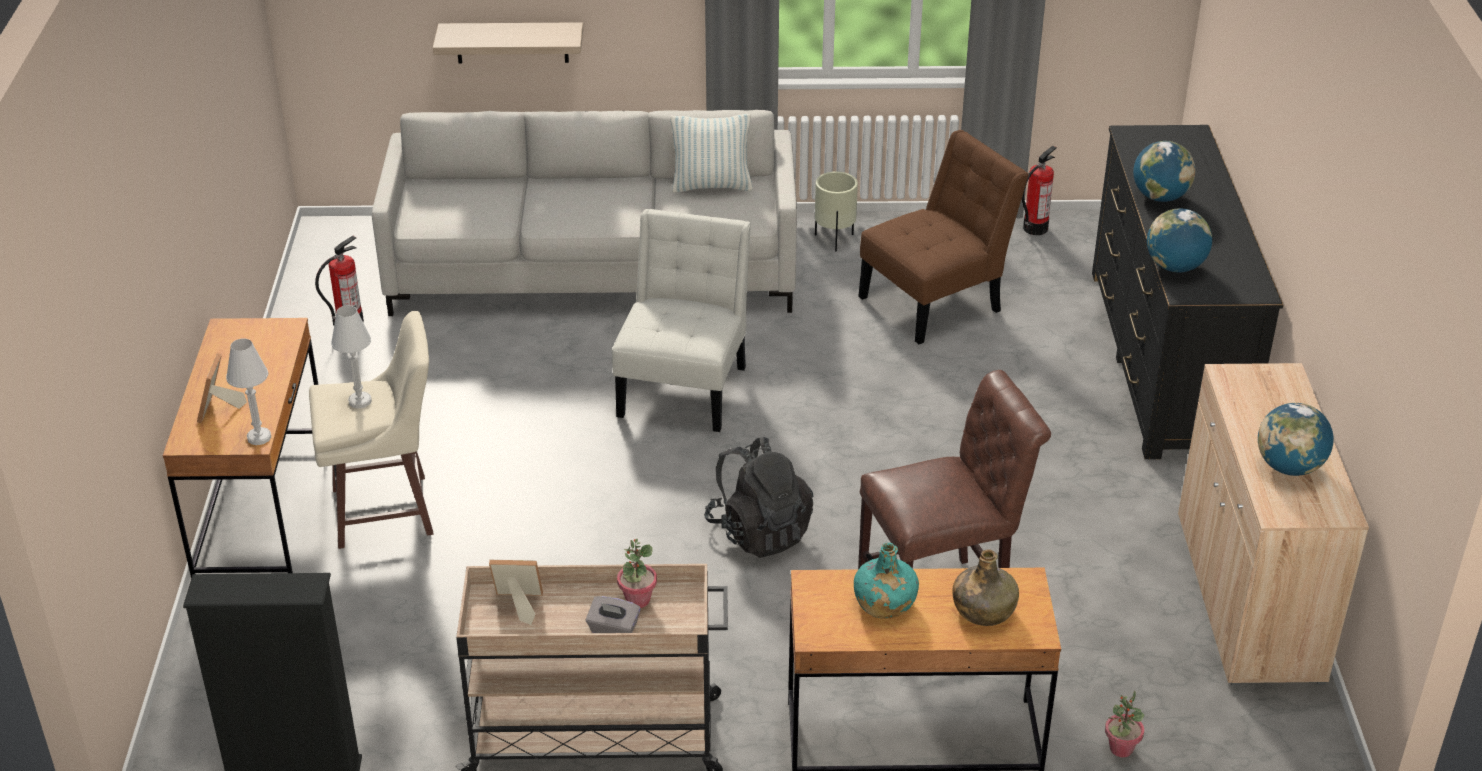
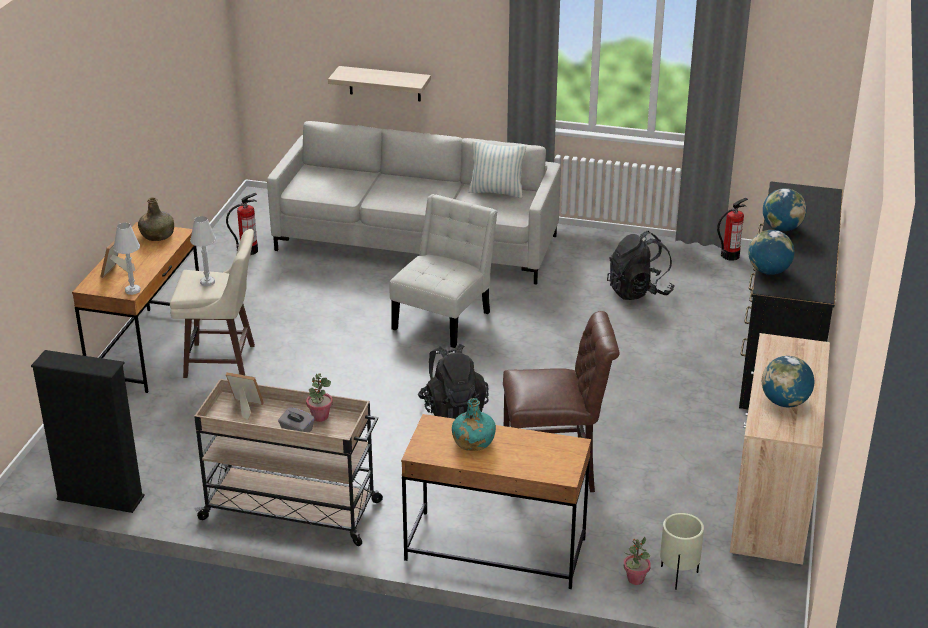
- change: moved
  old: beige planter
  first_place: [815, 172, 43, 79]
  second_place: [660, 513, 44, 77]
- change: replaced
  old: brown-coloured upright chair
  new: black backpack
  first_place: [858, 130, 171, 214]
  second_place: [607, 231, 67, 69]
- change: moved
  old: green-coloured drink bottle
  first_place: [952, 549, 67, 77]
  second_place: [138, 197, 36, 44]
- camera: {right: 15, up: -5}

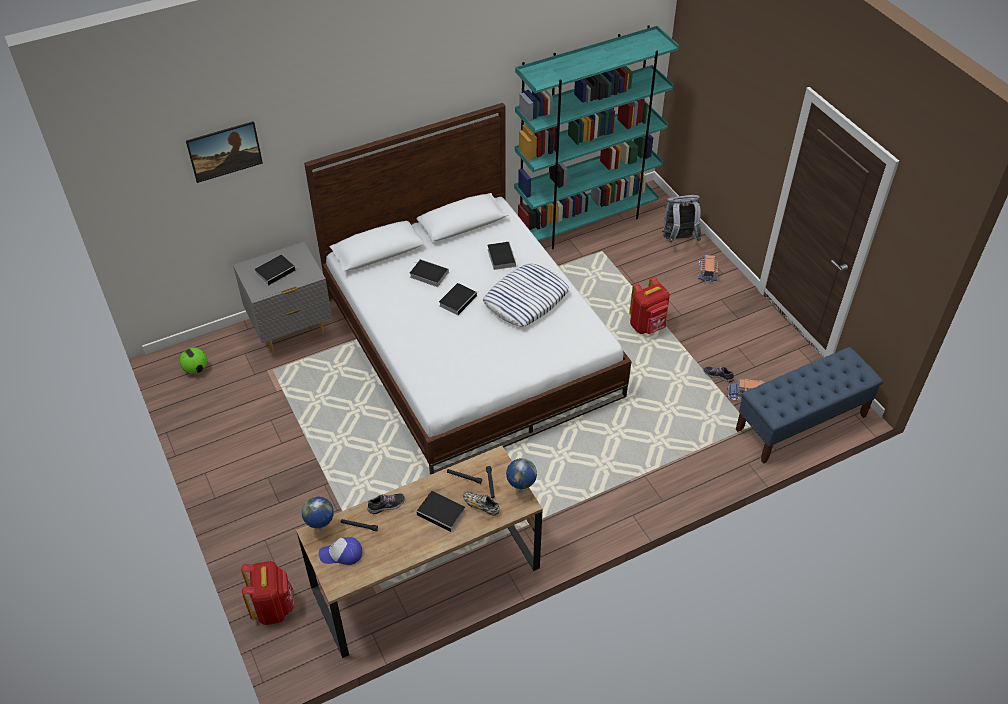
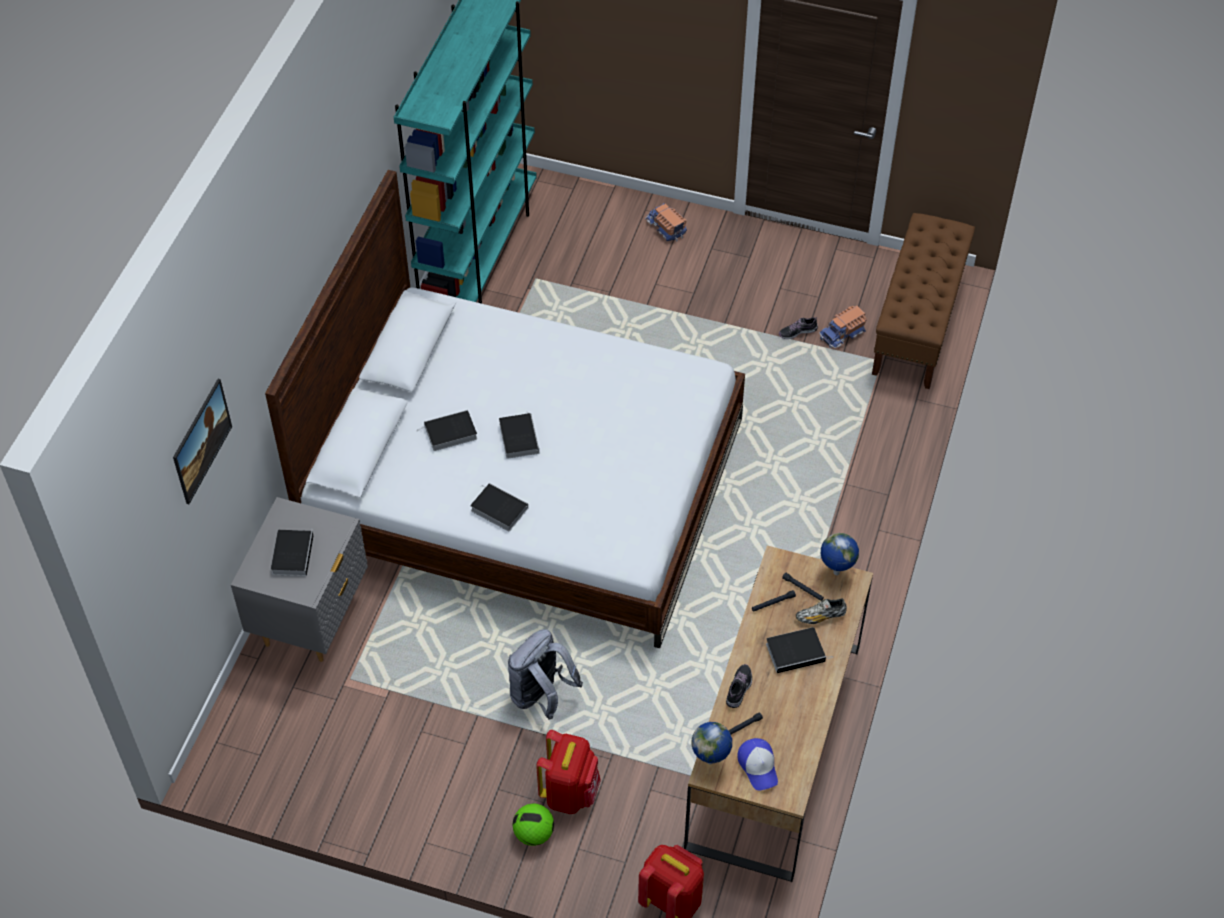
- change: moved
  old: football
  first_place: [180, 348, 27, 26]
  second_place: [513, 803, 41, 43]
- change: turned
  old: peaked cap
  first_place: [319, 537, 43, 28]
  second_place: [737, 738, 41, 53]
  degrees: -60
- change: removed
  old: pillow
  first_place: [483, 263, 86, 63]
- change: moved
  old: bound book
  first_place: [487, 242, 29, 28]
  second_place: [470, 483, 58, 48]
- change: moved
  old: reddish backpack
  first_place: [629, 277, 41, 57]
  second_place: [536, 730, 65, 84]
- change: moved
  old: greyish backpack
  first_place: [662, 195, 39, 48]
  second_place: [508, 629, 75, 91]
- change: recoloured
  old: blue-coloured long seat
  new: brown-coloured long seat
  first_place: [736, 347, 147, 117]
  second_place: [872, 213, 103, 176]
- camera: {right: -45, up: 5}

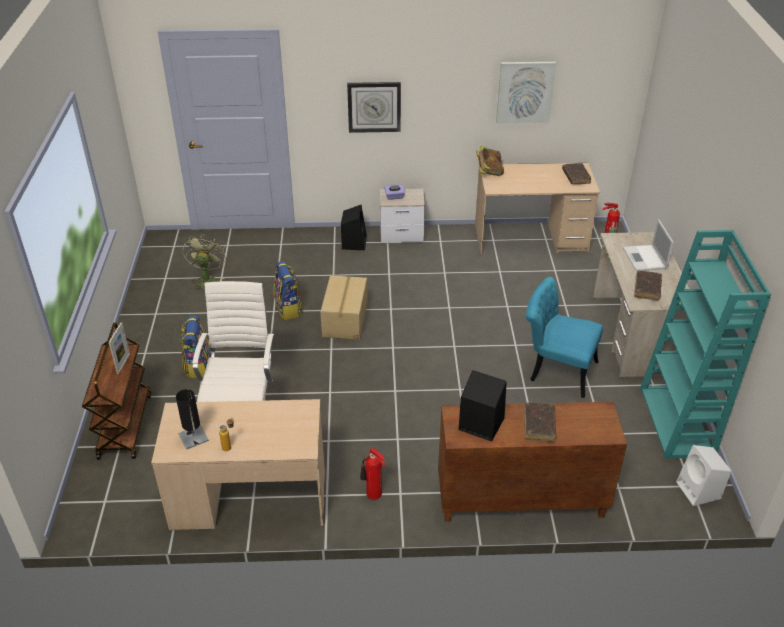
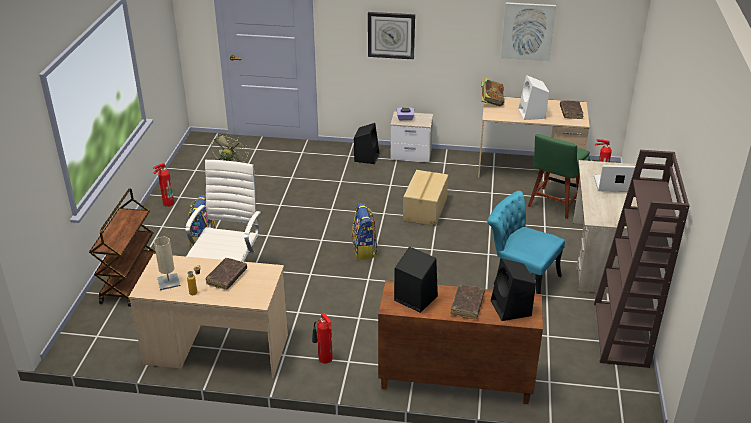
- change: removed
  old: standing frame
  first_place: [109, 322, 21, 52]
- change: recoloured
  old: black tabletop lamp
  new: beige tabletop lamp
  first_place: [176, 389, 33, 61]
  second_place: [154, 237, 27, 53]
- change: moved
  old: backpack
  first_place: [273, 261, 30, 59]
  second_place: [352, 203, 26, 57]
- change: moved
  old: carton
  first_place: [320, 275, 48, 65]
  second_place: [403, 170, 45, 56]
- change: turned
  old: laptop
  first_place: [623, 219, 51, 52]
  second_place: [594, 165, 41, 27]
  degrees: 90
- change: moved
  old: brown-coloured bound book
  first_place: [634, 271, 28, 29]
  second_place: [205, 258, 42, 32]
- change: recoloured
  old: turquoise-coloured bookcase
  new: brown-coloured bookcase
  first_place: [640, 230, 131, 229]
  second_place: [594, 150, 96, 218]
- change: moved
  old: white audio speaker
  first_place: [676, 445, 55, 61]
  second_place: [518, 75, 31, 45]
- change: added
  new: extinguisher
  second_place: [153, 163, 21, 44]
- change: added
  new: black audio speaker
  second_place: [491, 258, 45, 63]
- change: added
  new: green-coloured upright chair
  second_place: [528, 134, 62, 85]
- camera: {right: 10, up: -5}

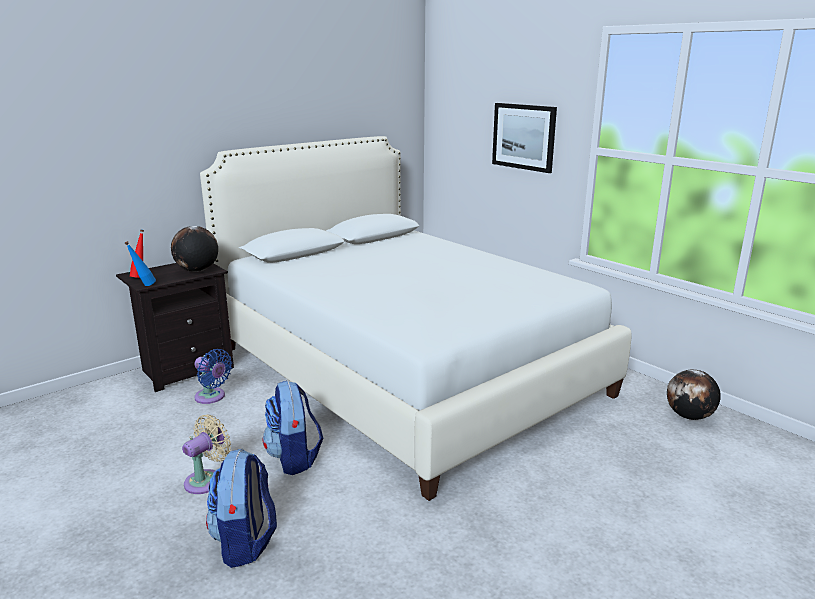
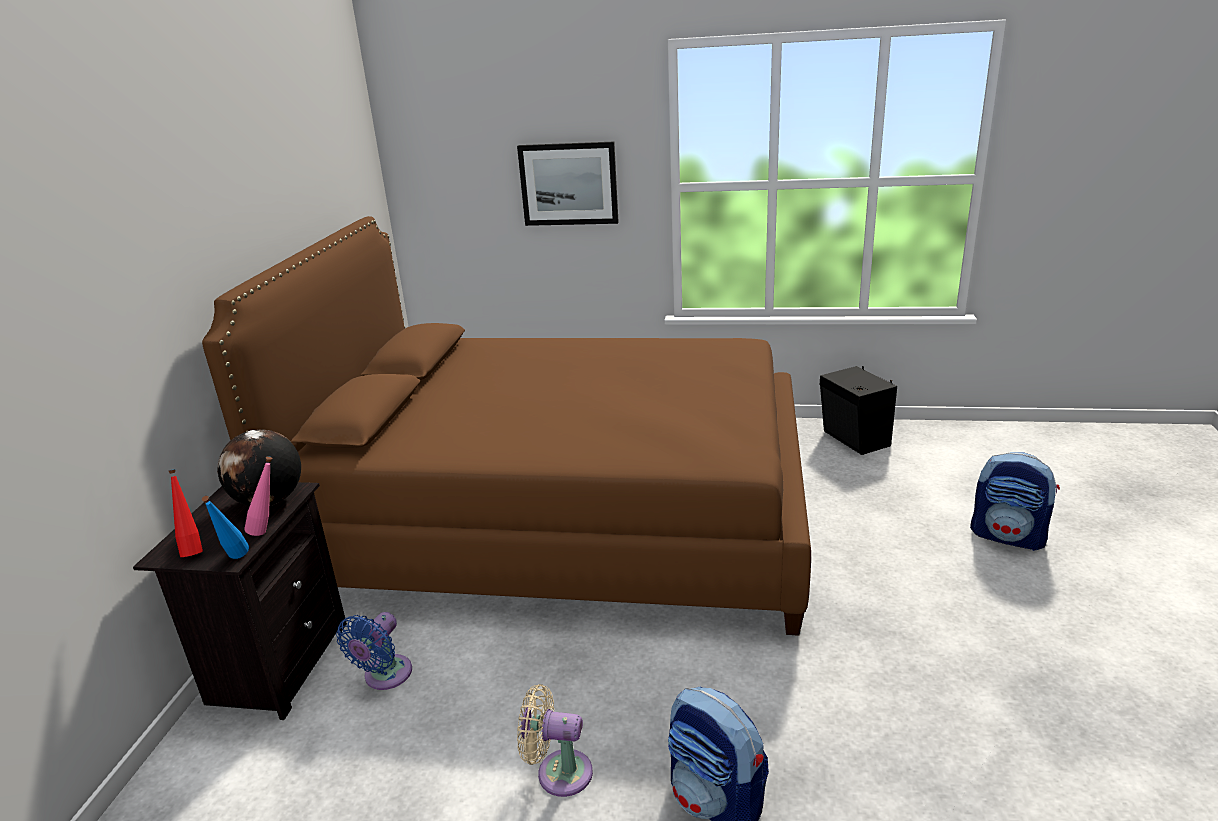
- change: turned
  old: beige electric fan
  first_place: [182, 414, 49, 80]
  second_place: [517, 684, 76, 113]
  degrees: -75
- change: turned
  old: blue-coloured electric fan
  first_place: [194, 349, 38, 55]
  second_place: [336, 612, 76, 78]
  degrees: 120
- change: recoloured
  old: white sleeping bed
  new: brown-coloured sleeping bed
  first_place: [200, 136, 431, 365]
  second_place: [202, 216, 609, 420]
- change: moved
  old: backpack
  first_place: [263, 381, 60, 94]
  second_place: [970, 452, 90, 99]
- change: replaced
  old: world globe
  new: black audio speaker
  first_place: [667, 369, 54, 51]
  second_place: [820, 366, 77, 89]
- change: added
  new: pink drink bottle
  second_place: [244, 456, 28, 80]
- camera: {right: -40, up: 5}

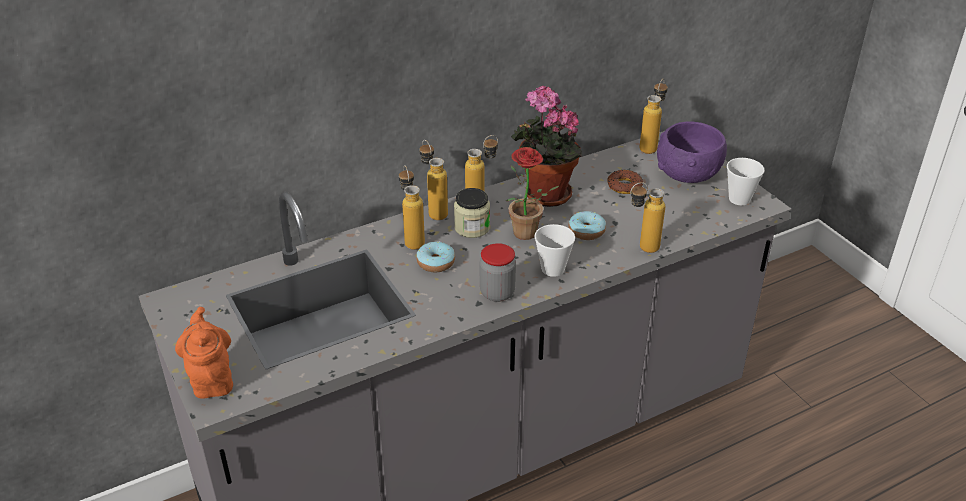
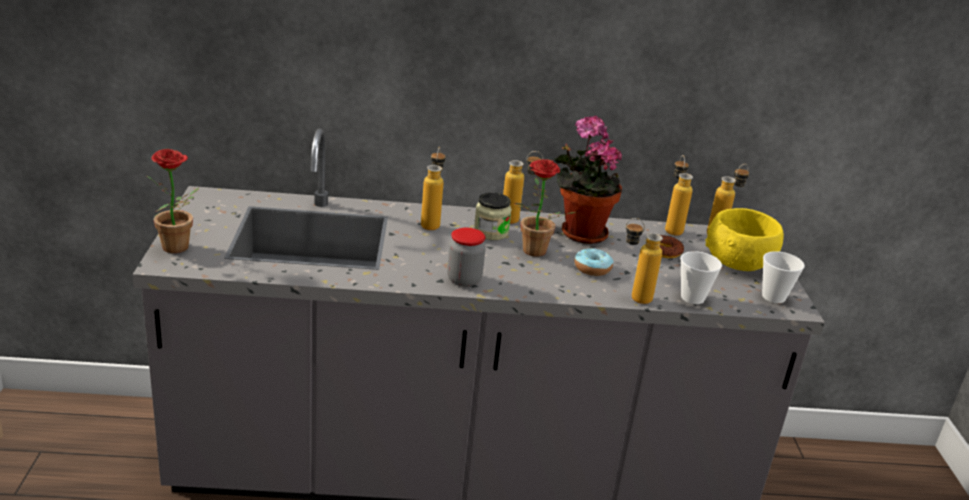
- change: replaced
  old: orangey pot for tea
  new: houseplant
  first_place: [175, 307, 58, 92]
  second_place: [147, 149, 52, 104]
- change: removed
  old: ring doughnut
  first_place: [416, 241, 39, 31]
- change: moved
  old: drink bottle
  first_place: [419, 140, 29, 80]
  second_place: [665, 155, 28, 81]
- change: moved
  old: small cup
  first_place: [534, 224, 41, 53]
  second_place: [680, 251, 42, 53]
- change: recoloured
  old: purplish bowl
  new: yellow-coloured bowl
  first_place: [657, 122, 70, 61]
  second_place: [706, 208, 78, 63]
- camera: {right: 25, up: -10}

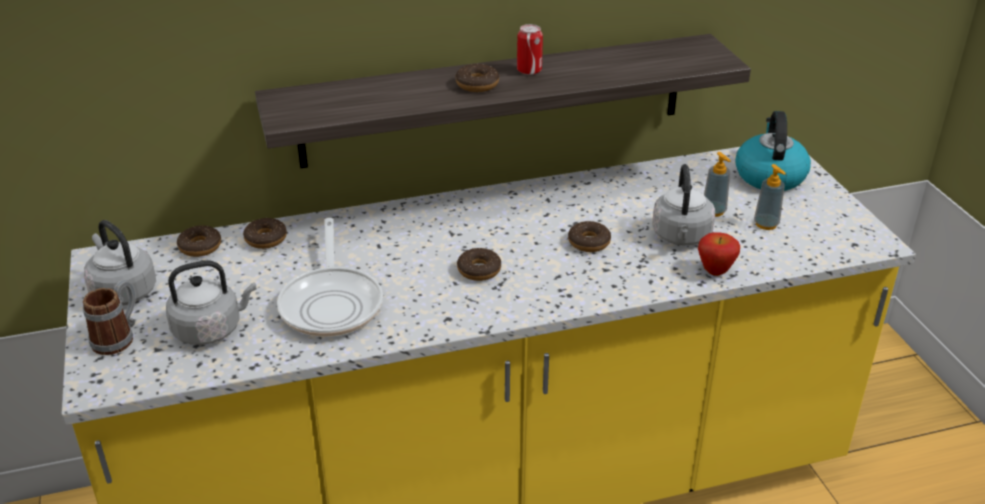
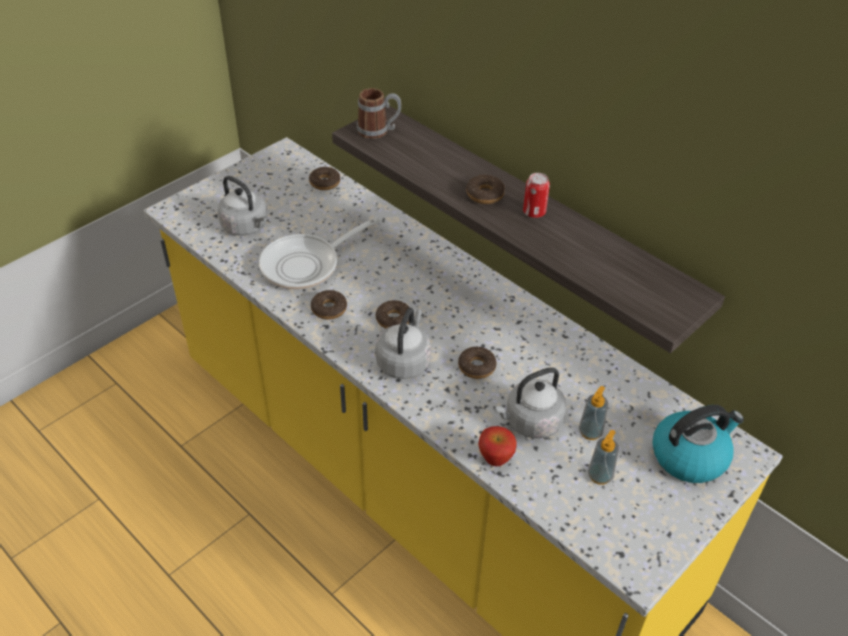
- change: moved
  old: tea mug
  first_place: [83, 280, 53, 75]
  second_place: [357, 88, 44, 51]
- change: moved
  old: greyish tea kettle
  first_place: [84, 220, 72, 86]
  second_place: [375, 308, 56, 71]
- change: moved
  old: ring doughnut
  first_place: [243, 218, 44, 31]
  second_place: [311, 290, 36, 30]
- camera: {right: 60, up: 10}

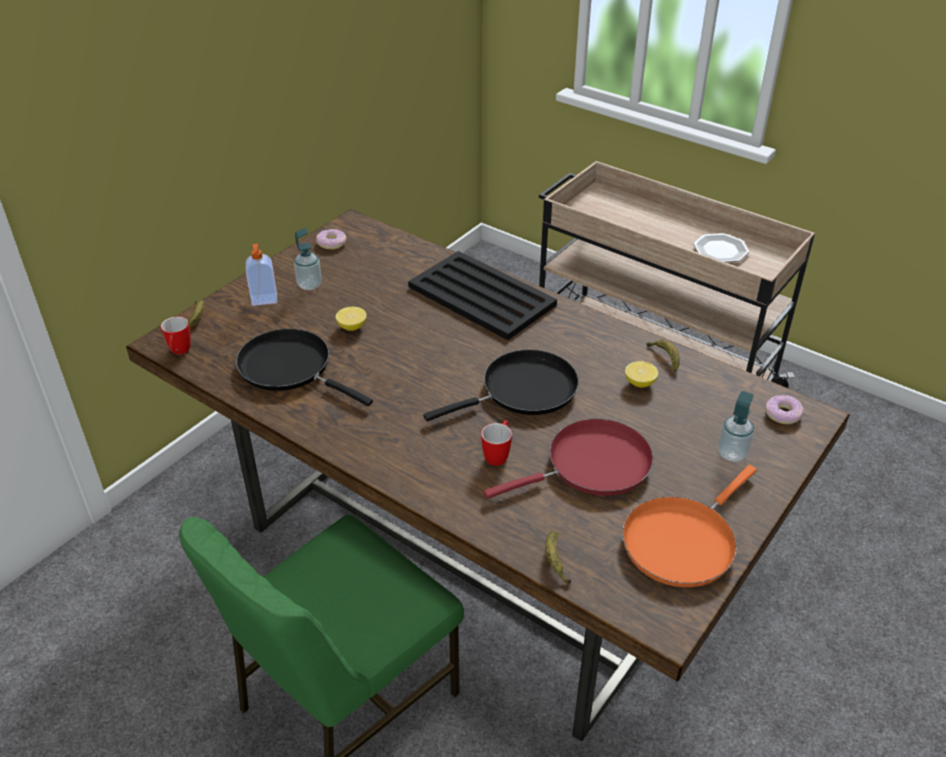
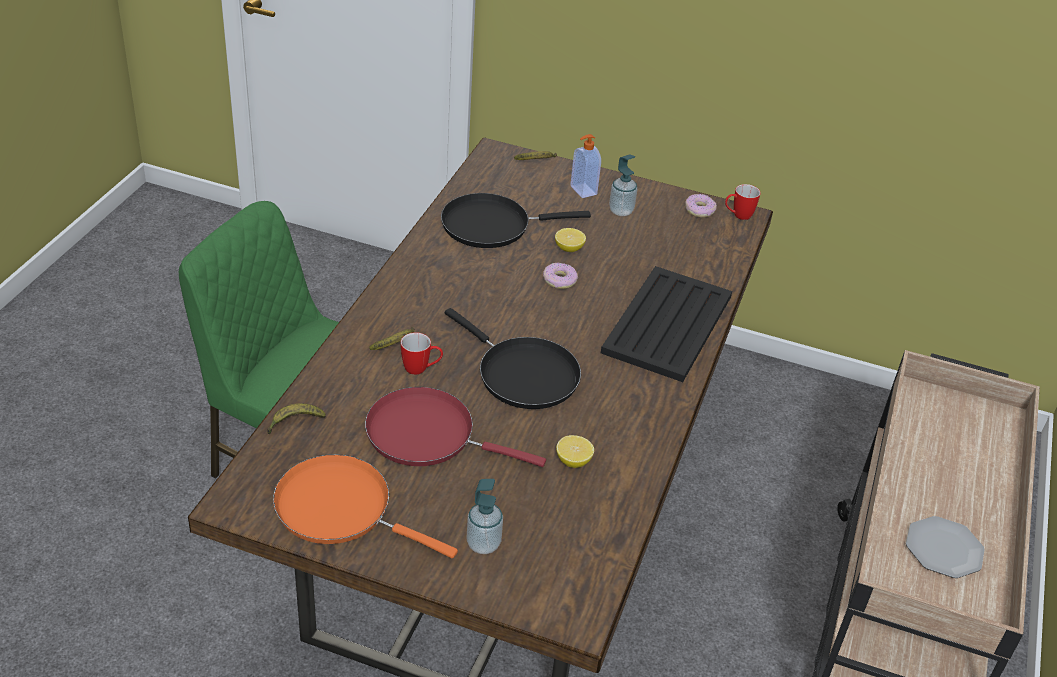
- change: moved
  old: tea mug
  first_place: [161, 316, 30, 38]
  second_place: [725, 184, 36, 36]
- change: turned
  old: black pan
  first_place: [236, 329, 137, 77]
  second_place: [441, 193, 150, 55]
  degrees: -120
- change: turned
  old: reddish pan
  first_place: [483, 419, 171, 80]
  second_place: [365, 387, 181, 80]
  degrees: 150
- change: moved
  old: whole banana
  first_place: [647, 339, 33, 33]
  second_place: [369, 327, 46, 23]
- change: moved
  old: ring doughnut
  first_place: [765, 395, 39, 29]
  second_place: [543, 263, 35, 26]
- camera: {right: 70, up: 0}

